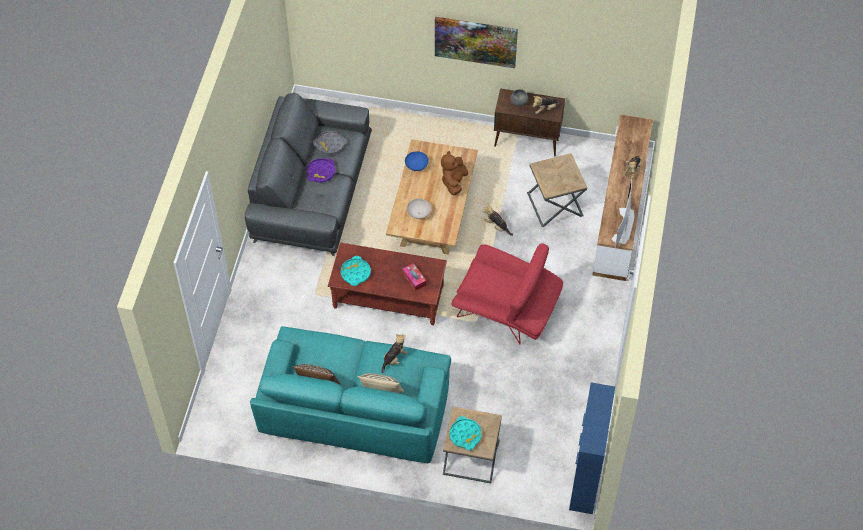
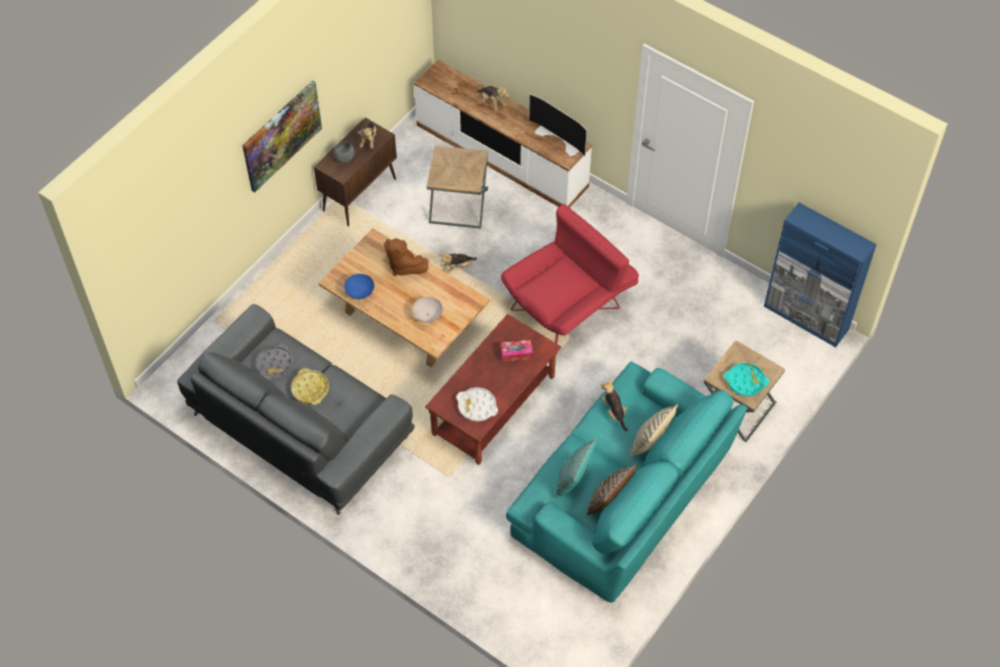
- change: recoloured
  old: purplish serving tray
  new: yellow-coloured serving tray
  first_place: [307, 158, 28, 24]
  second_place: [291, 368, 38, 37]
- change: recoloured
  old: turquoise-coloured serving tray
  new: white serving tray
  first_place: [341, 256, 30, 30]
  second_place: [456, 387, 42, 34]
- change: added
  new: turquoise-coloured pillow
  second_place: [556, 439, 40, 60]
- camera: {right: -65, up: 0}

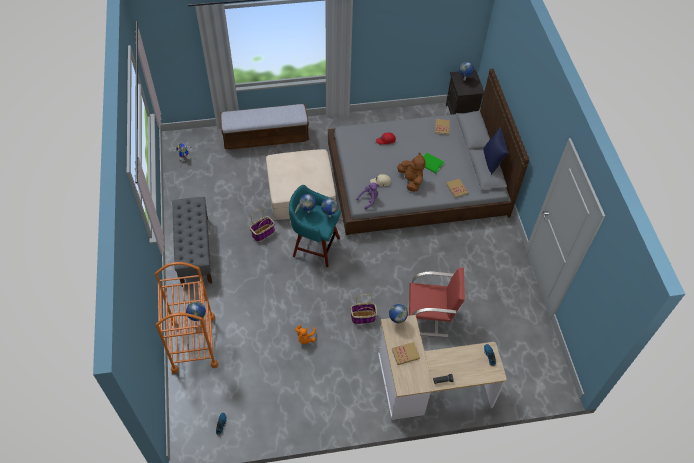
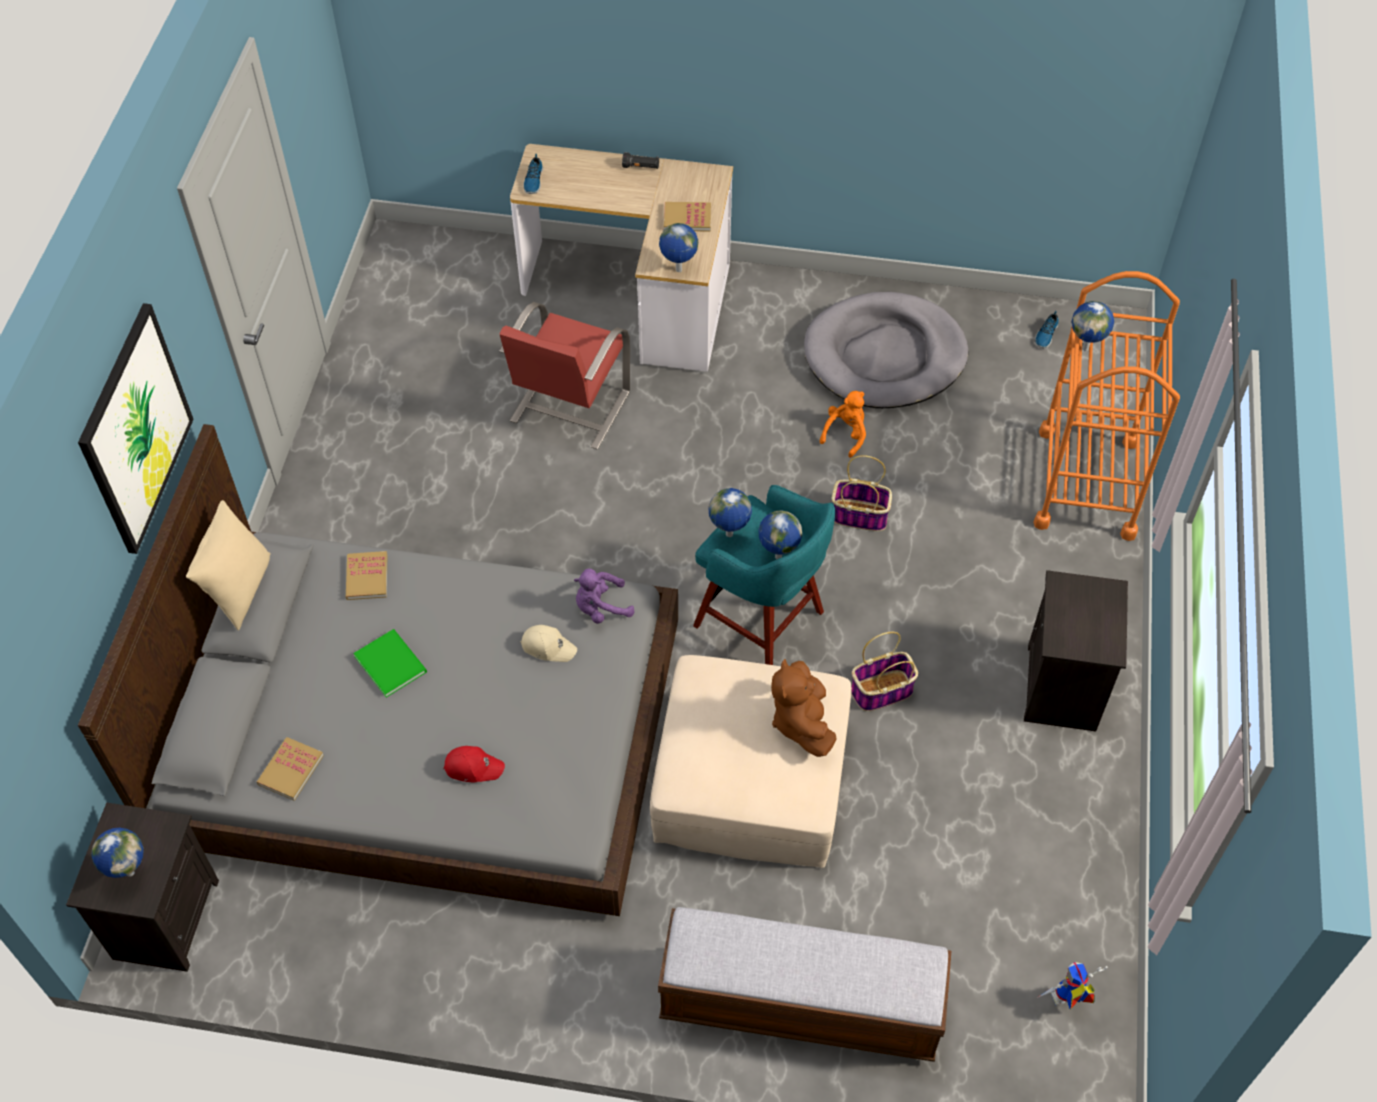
- change: replaced
  old: greyish long seat
  new: black night table
  first_place: [172, 197, 40, 90]
  second_place: [1024, 570, 104, 162]
- change: moved
  old: household basket
  first_place: [351, 294, 26, 30]
  second_place: [832, 455, 60, 76]
- change: moved
  old: brown-coloured soft toy
  first_place: [397, 152, 28, 40]
  second_place: [771, 659, 66, 98]
- change: turned
  old: reddish upright chair
  first_place: [409, 267, 56, 70]
  second_place: [499, 302, 131, 147]
  degrees: -90
- change: recoloured
  old: blue-coloured pillow
  new: beige pillow
  first_place: [483, 127, 26, 48]
  second_place: [186, 500, 85, 130]
- change: added
  new: picture
  second_place: [78, 303, 116, 251]
- change: added
  new: greyish dog cushion
  second_place: [804, 292, 164, 116]
- camera: {right: -160, up: 0}

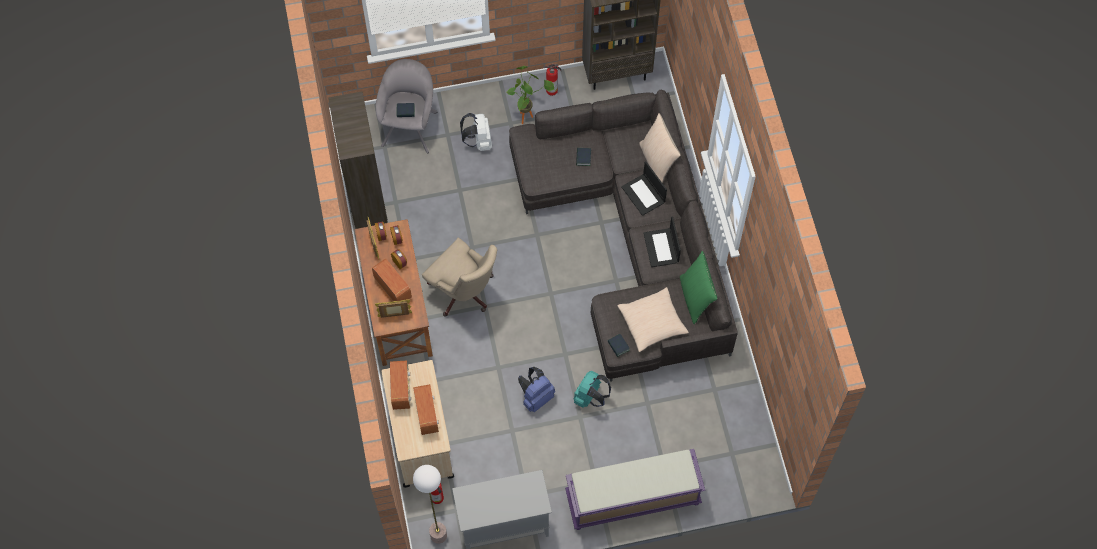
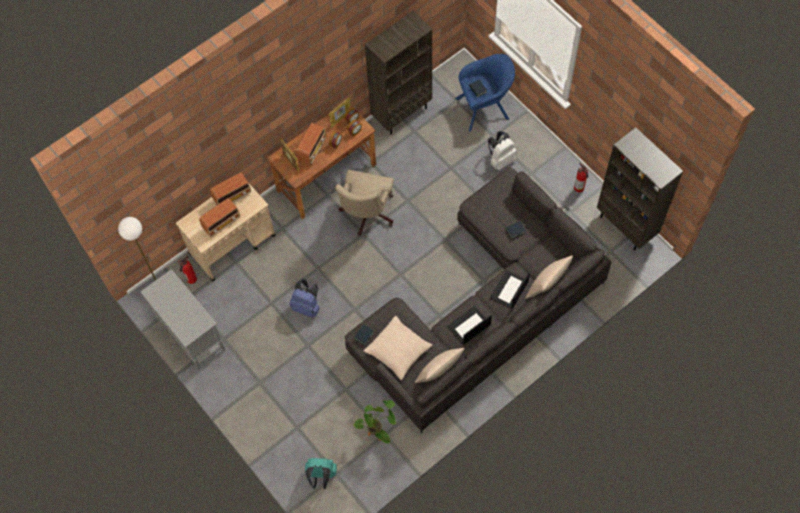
- change: recoloured
  old: greyish lounge chair
  new: blue-coloured lounge chair
  first_place: [376, 59, 62, 94]
  second_place: [455, 54, 60, 78]
- change: moved
  old: houseplant
  first_place: [507, 66, 47, 58]
  second_place: [354, 400, 42, 43]
- change: removed
  old: purplish long seat
  first_place: [565, 449, 140, 81]
- change: moved
  old: turquoise-coloured backpack
  first_place: [574, 371, 37, 37]
  second_place: [305, 458, 32, 31]
- change: recoloured
  old: green-coloured pillow
  new: beige pillow
  first_place: [680, 251, 37, 73]
  second_place: [415, 348, 50, 35]
- camera: {right: 65, up: 0}

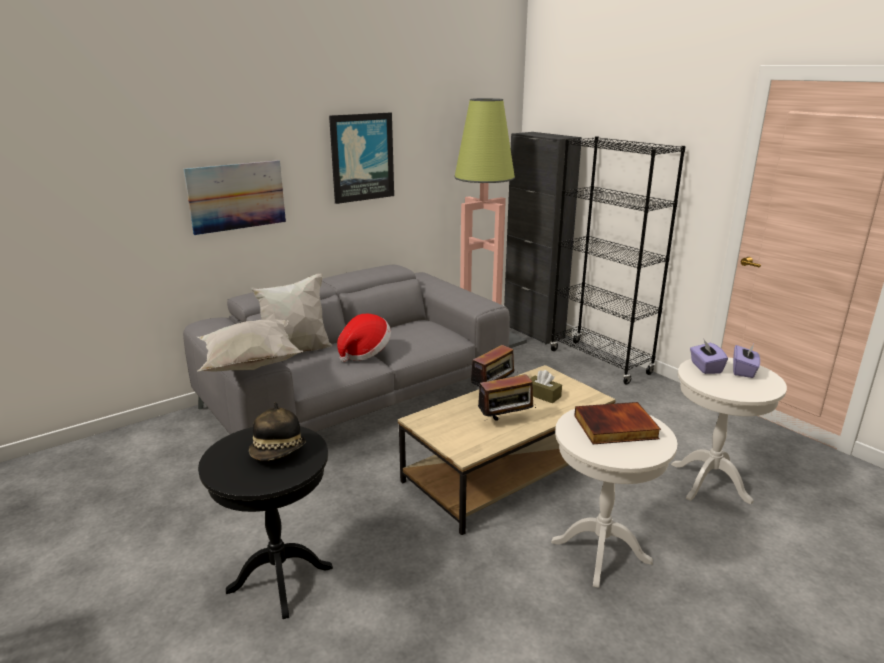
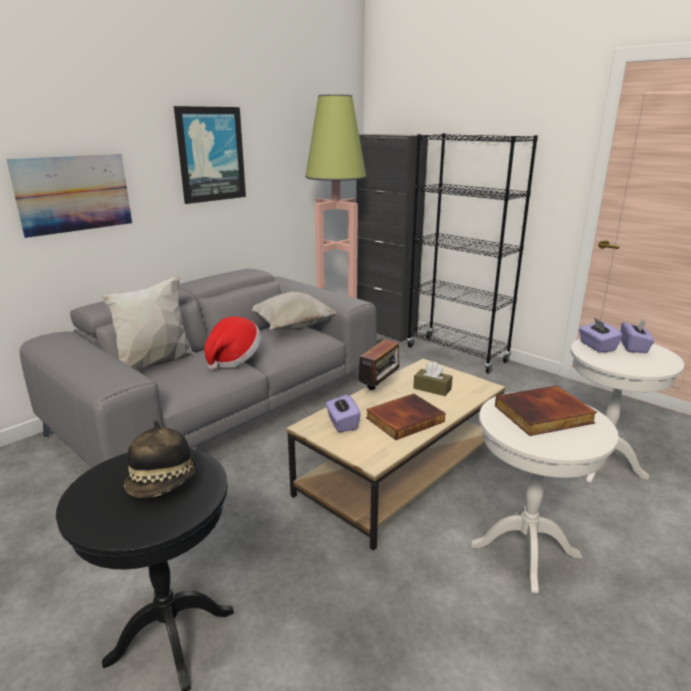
- change: moved
  old: white pillow
  first_place: [197, 319, 107, 53]
  second_place: [252, 292, 84, 38]
- change: replaced
  old: radio
  new: bound book
  first_place: [478, 374, 58, 47]
  second_place: [366, 394, 79, 46]
- change: added
  new: purplish box of tissues
  second_place: [326, 394, 35, 38]
- camera: {right: -10, up: 0}

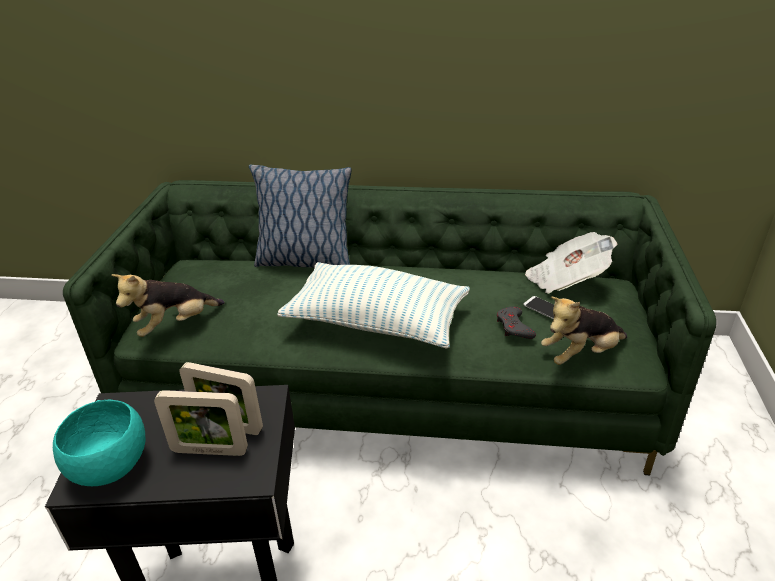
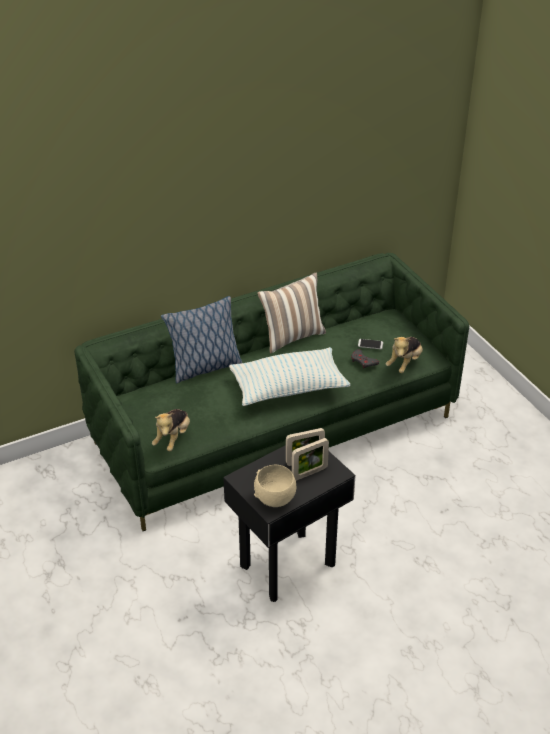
- change: recoloured
  old: turquoise-coloured bowl
  new: beige bowl
  first_place: [53, 400, 93, 86]
  second_place: [254, 465, 42, 42]
- change: removed
  old: daily paper
  first_place: [525, 232, 92, 62]
- change: added
  new: pillow
  second_place: [257, 273, 69, 80]
- camera: {right: -35, up: 5}

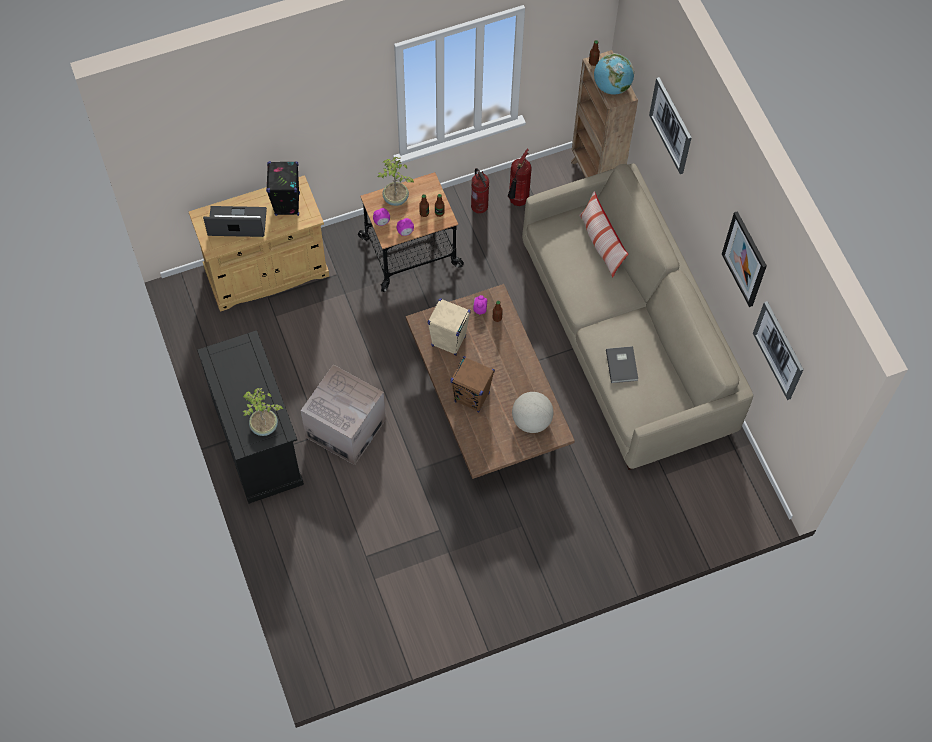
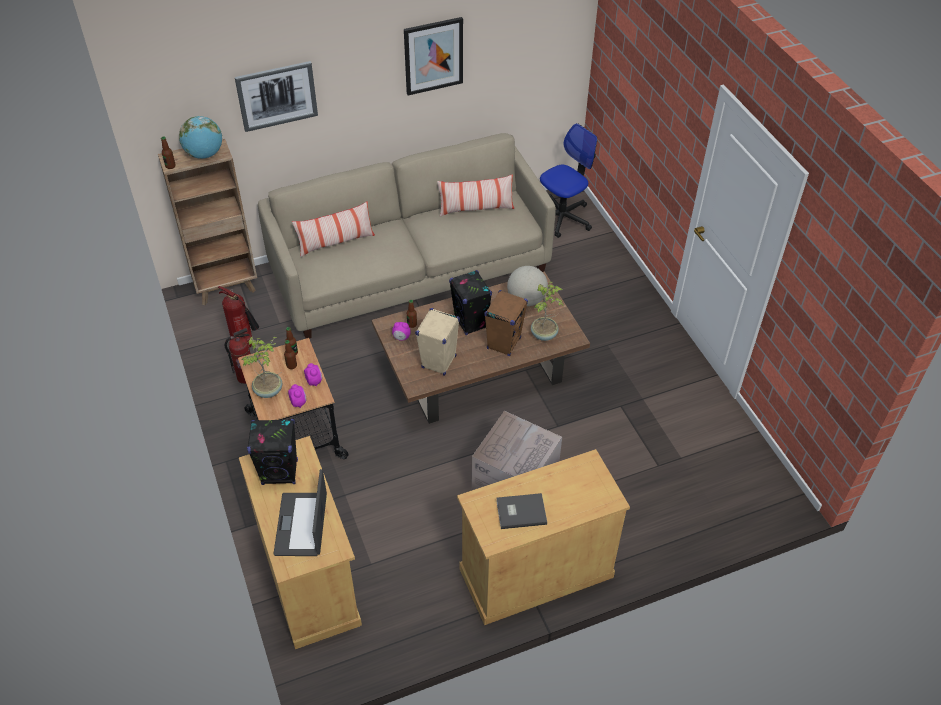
- change: recoloured
  old: black cupboard
  new: beige cupboard
  first_place: [197, 330, 107, 174]
  second_place: [457, 449, 173, 176]
- change: moved
  old: houseplant
  first_place: [242, 388, 41, 48]
  second_place: [531, 282, 32, 59]
- change: moved
  old: greyish bound book
  first_place: [606, 346, 32, 37]
  second_place: [496, 493, 51, 36]
- change: removed
  old: picture
  first_place: [753, 301, 51, 99]
- change: added
  new: pillow
  second_place: [437, 174, 77, 43]
- change: added
  new: black audio speaker
  second_place: [449, 270, 43, 65]
- change: added
  new: desk chair
  second_place: [540, 123, 57, 115]
- camera: {right: -90, up: -15}

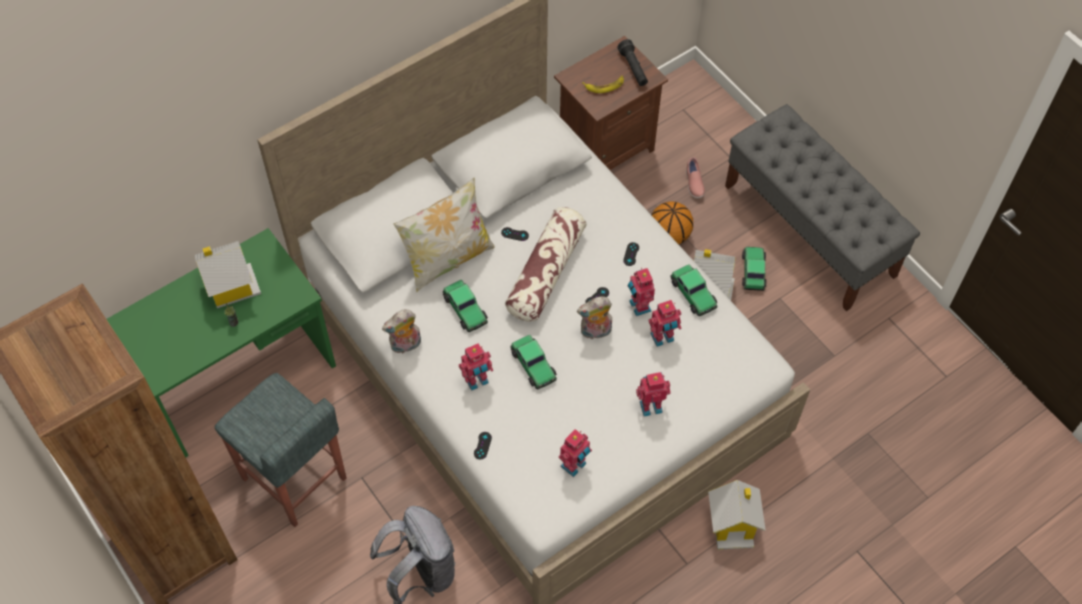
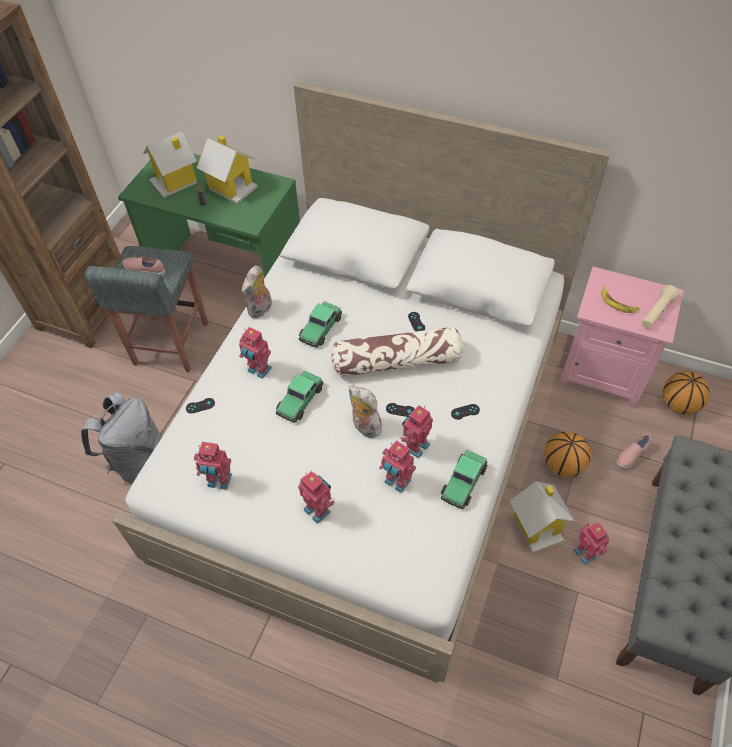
- change: turned
  old: soft toy
  first_place: [382, 309, 39, 45]
  second_place: [241, 266, 31, 53]
  degrees: -90
- change: removed
  old: pillow
  first_place: [393, 178, 102, 114]
- change: recoloured
  old: brown-coloured night table
  new: pink night table
  first_place: [554, 36, 114, 134]
  second_place: [559, 267, 125, 141]
- change: recoloured
  old: black torch
  new: beige torch
  first_place: [618, 39, 30, 47]
  second_place: [642, 285, 37, 43]
- change: moved
  old: miniature house
  first_place: [708, 480, 58, 70]
  second_place: [143, 131, 54, 67]
- change: replaced
  old: toy car
  new: model robot
  first_place: [742, 247, 24, 44]
  second_place: [574, 522, 36, 43]
- change: added
  new: pink shoe
  second_place: [122, 256, 43, 20]
- change: added
  new: ball for basketball
  second_place: [663, 371, 47, 44]
- camera: {right: 60, up: -5}

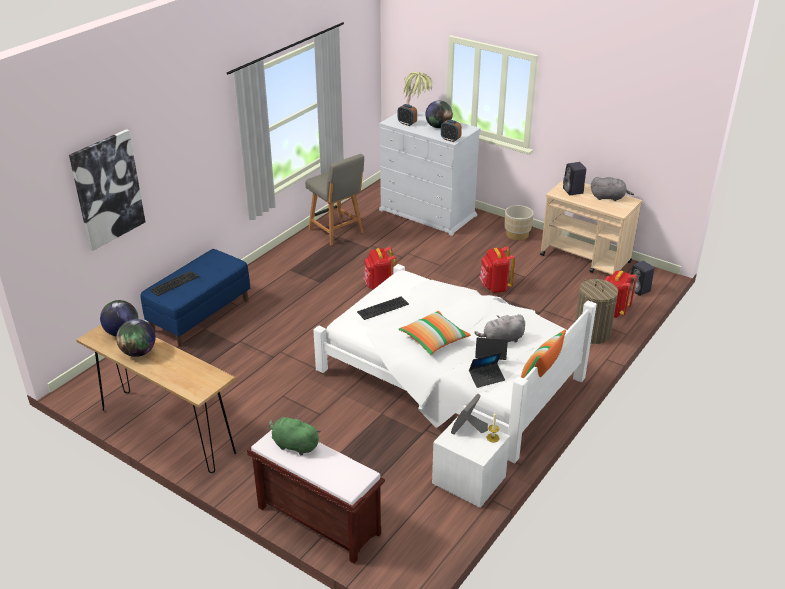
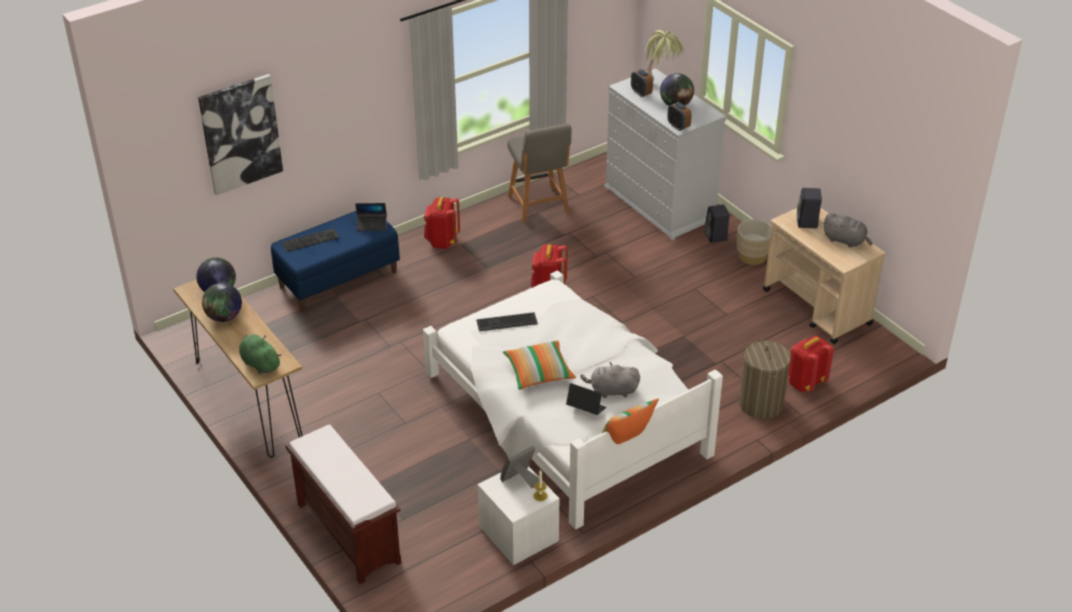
- change: moved
  old: green-coloured soft toy
  first_place: [269, 415, 52, 40]
  second_place: [239, 334, 43, 41]
- change: moved
  old: laptop
  first_place: [469, 352, 36, 36]
  second_place: [355, 203, 32, 28]
- change: moved
  old: reddish backpack
  first_place: [479, 247, 36, 46]
  second_place: [424, 197, 36, 52]
- change: moved
  old: black audio speaker
  first_place: [630, 261, 25, 35]
  second_place: [705, 204, 25, 39]
- camera: {right: 20, up: 5}

